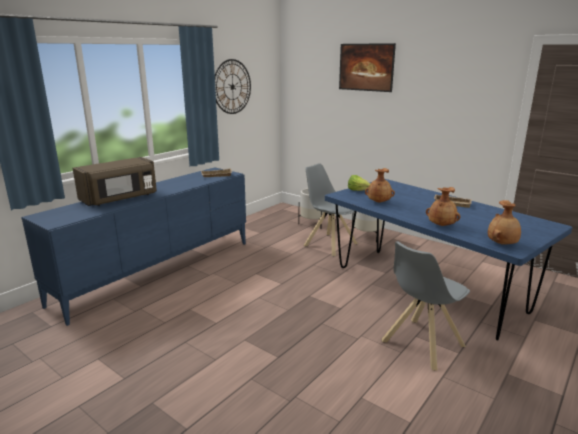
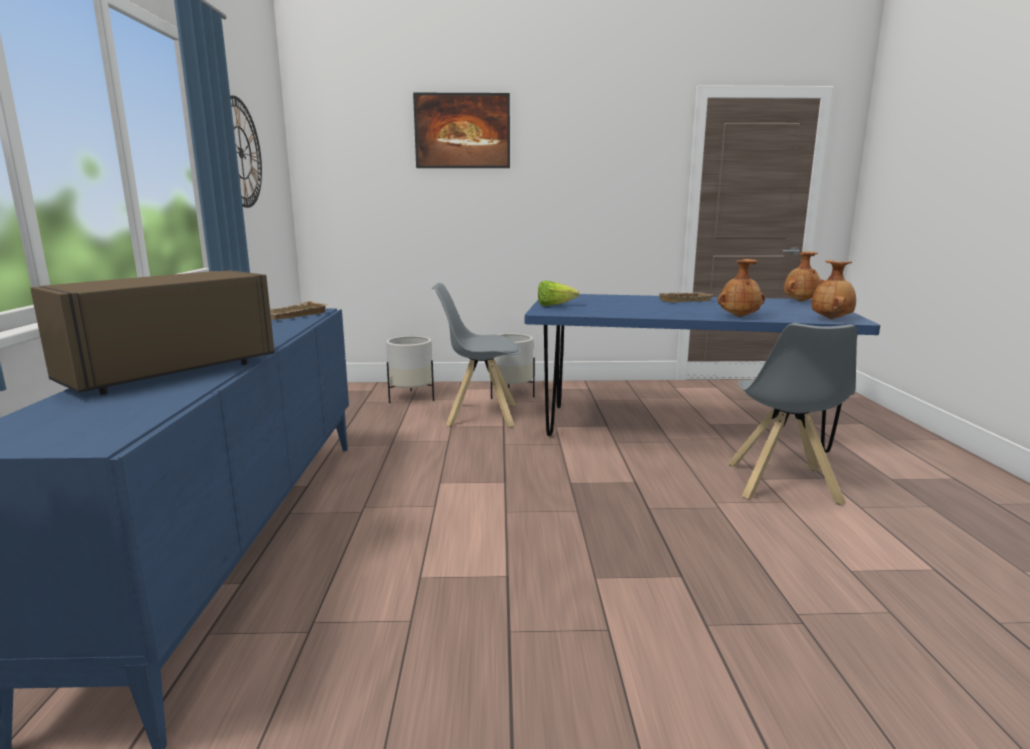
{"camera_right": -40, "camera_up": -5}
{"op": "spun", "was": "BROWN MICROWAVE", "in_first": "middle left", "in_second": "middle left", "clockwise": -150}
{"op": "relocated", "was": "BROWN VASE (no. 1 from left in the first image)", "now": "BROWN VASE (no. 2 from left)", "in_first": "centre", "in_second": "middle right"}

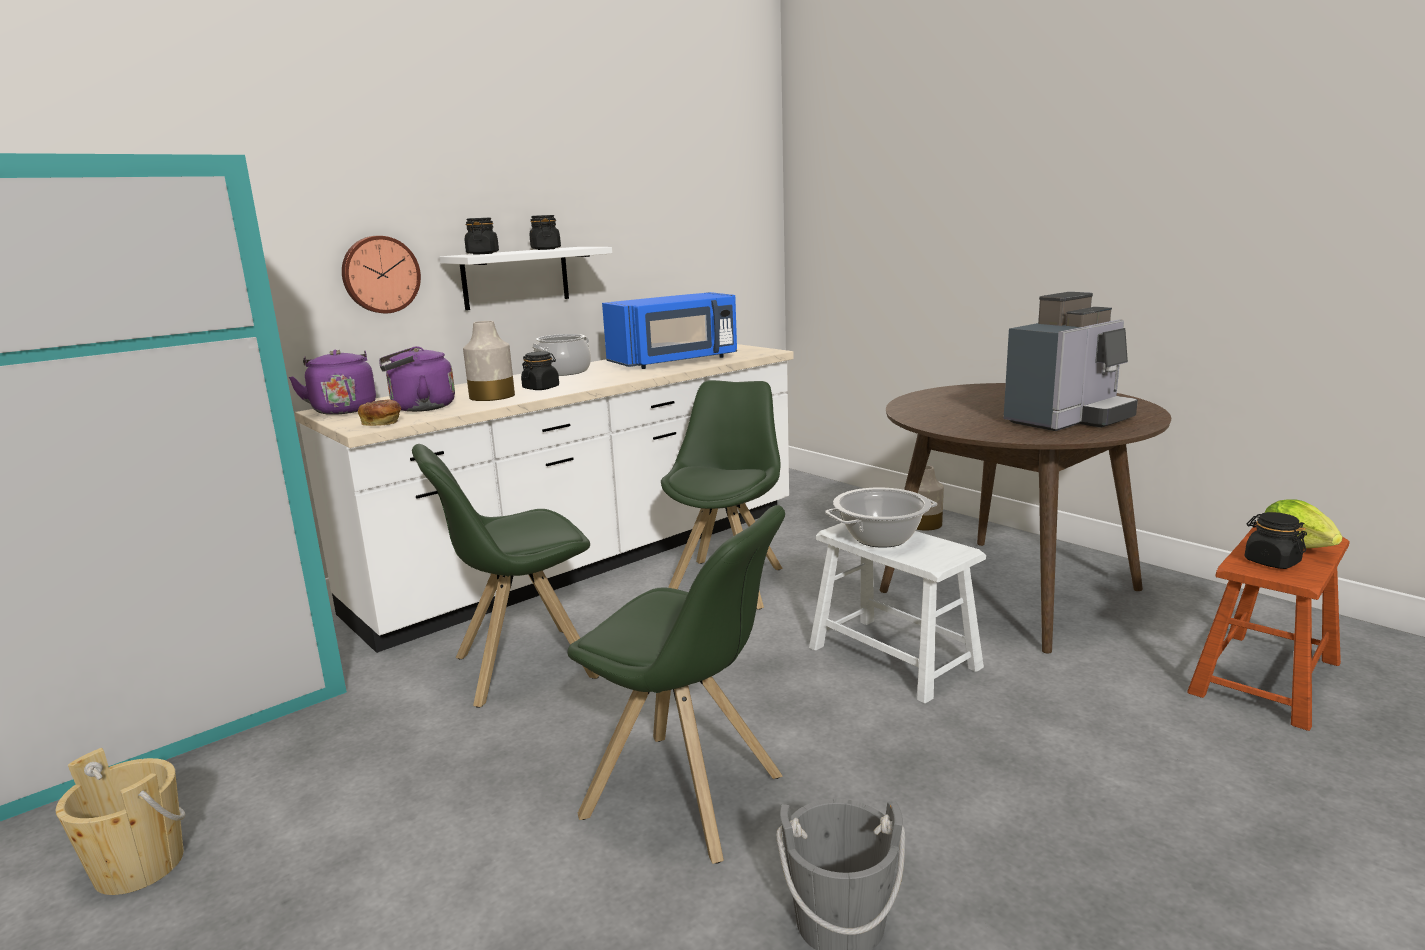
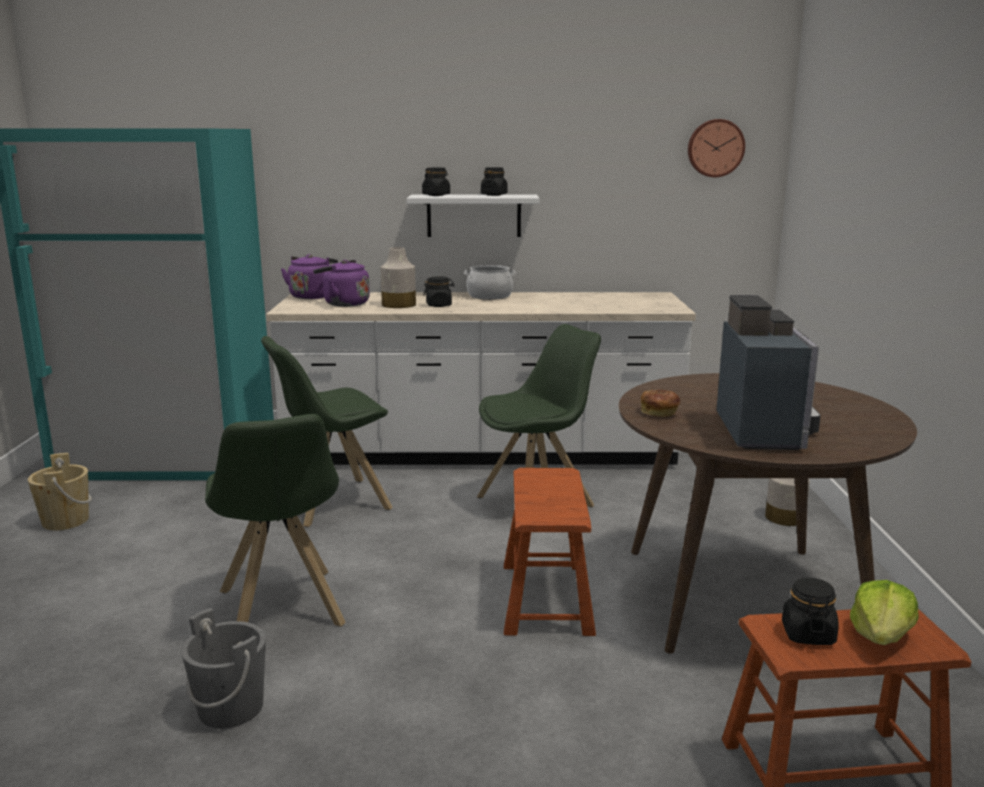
{"camera_right": 40, "camera_up": 0}
{"op": "relocated", "was": "WALL CLOCK", "in_first": "top left", "in_second": "top right"}
{"op": "missing", "was": "BLUE MICROWAVE", "in_first": "centre"}
{"op": "spun", "was": "COFFEE MACHINE", "in_first": "middle right", "in_second": "middle right", "clockwise": -90}
{"op": "relocated", "was": "BREAD", "in_first": "middle left", "in_second": "middle right"}
{"op": "spun", "was": "GREEN CHAIR (no. 1 from left in the first image)", "in_first": "centre", "in_second": "middle left", "clockwise": -45}
{"op": "missing", "was": "COOKING POT (no. 2 from left)", "in_first": "centre"}
{"op": "colour", "was": "WHITE STOOL", "now": "BROWN STOOL (no. 1 from left)", "in_first": "centre", "in_second": "bottom centre"}

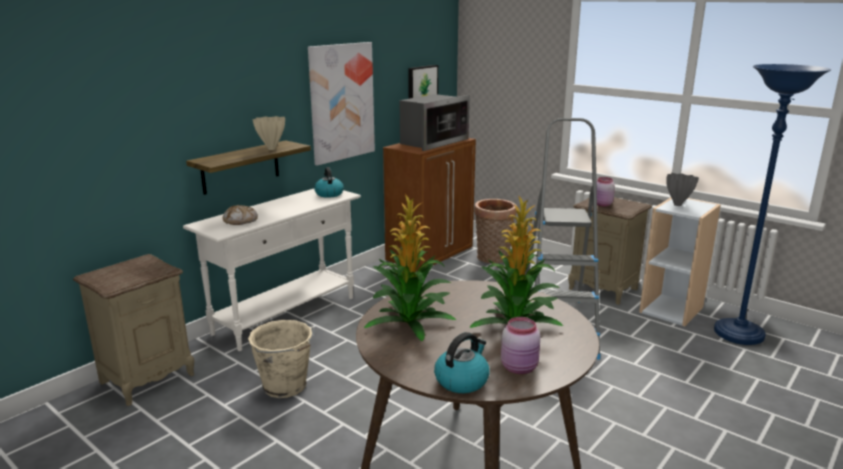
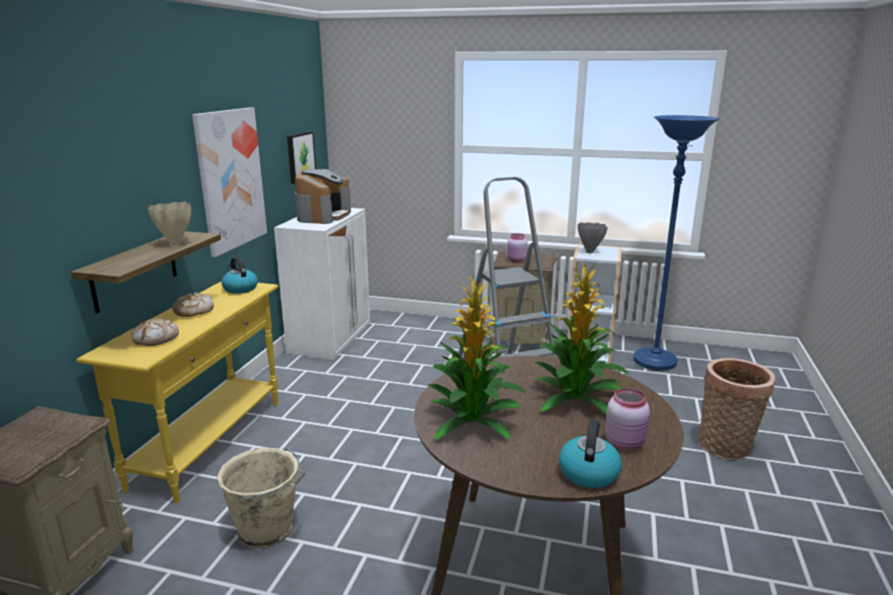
{"camera_right": -25, "camera_up": 0}
{"op": "exchanged", "was": "MICROWAVE", "now": "COFFEE MACHINE", "in_first": "top centre", "in_second": "top centre"}
{"op": "colour", "was": "BROWN CABINET", "now": "WHITE CABINET", "in_first": "centre", "in_second": "centre"}
{"op": "colour", "was": "WHITE CONSOLE TABLE", "now": "YELLOW CONSOLE TABLE", "in_first": "middle left", "in_second": "middle left"}
{"op": "relocated", "was": "BASKET", "in_first": "centre", "in_second": "bottom right"}
{"op": "appeared", "now": "BREAD (no. 2 from left)", "in_second": "middle left"}

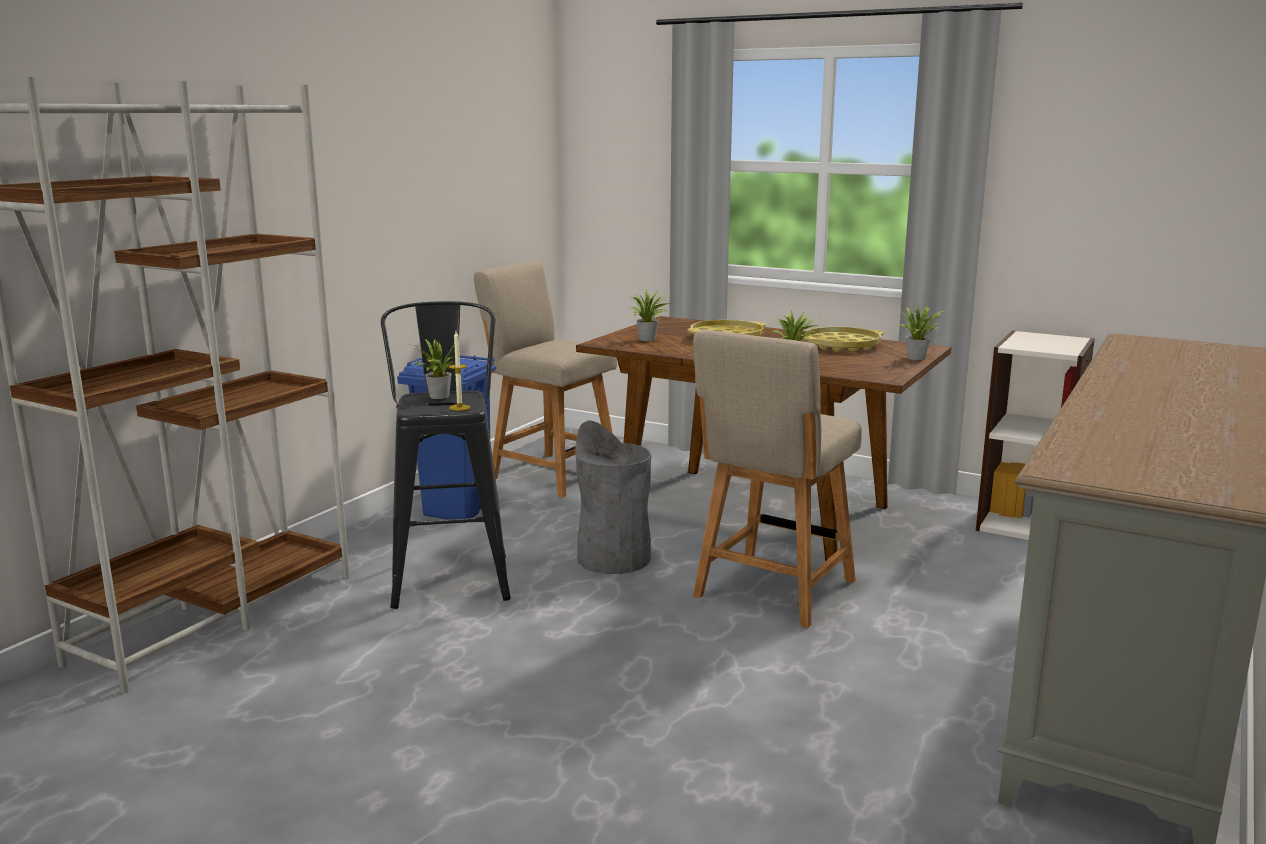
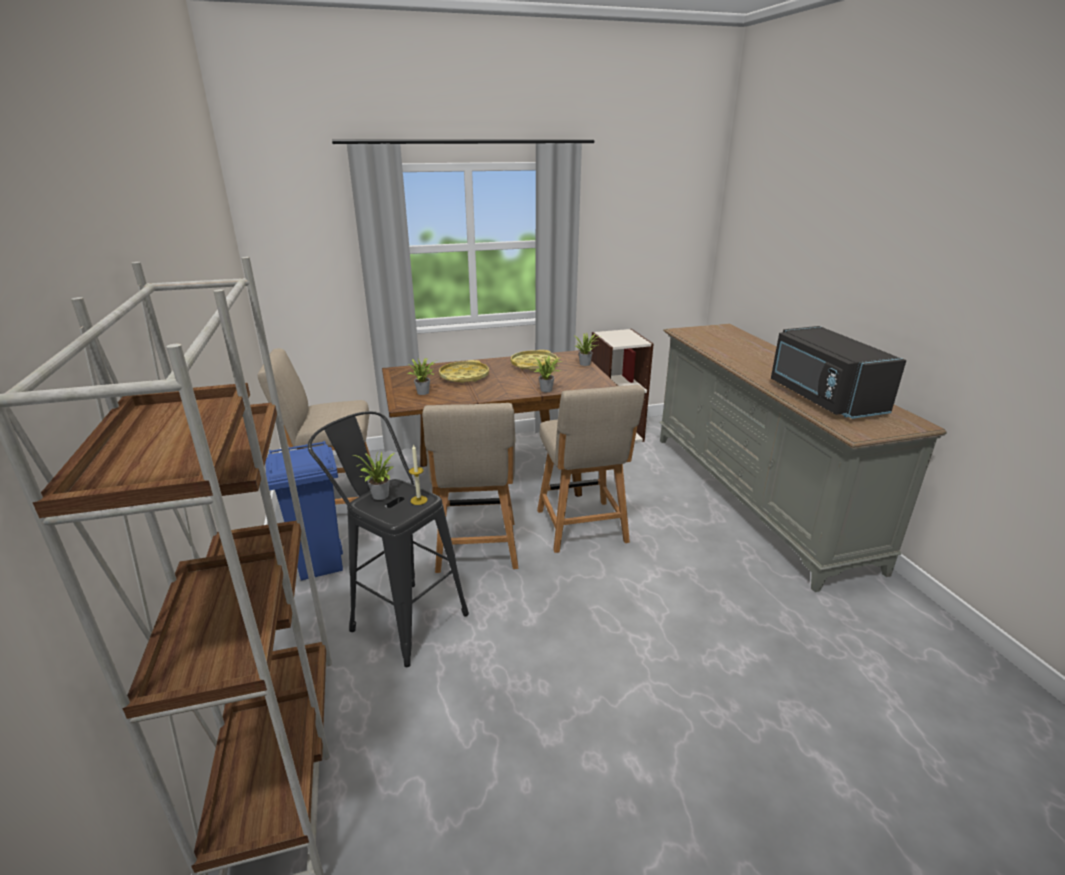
{"camera_right": -45, "camera_up": 10}
{"op": "exchanged", "was": "GREY TRASH CAN", "now": "BEIGE CHAIR (no. 2 from left)", "in_first": "centre", "in_second": "centre"}
{"op": "appeared", "now": "BLACK MICROWAVE", "in_second": "middle right"}

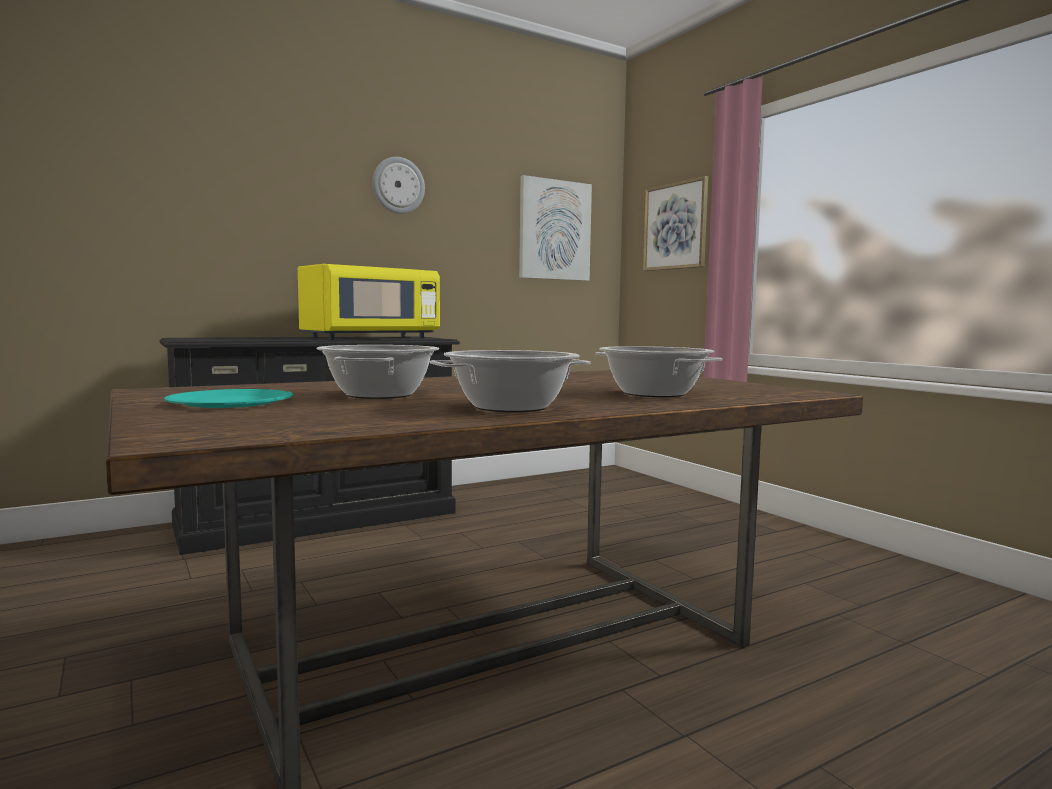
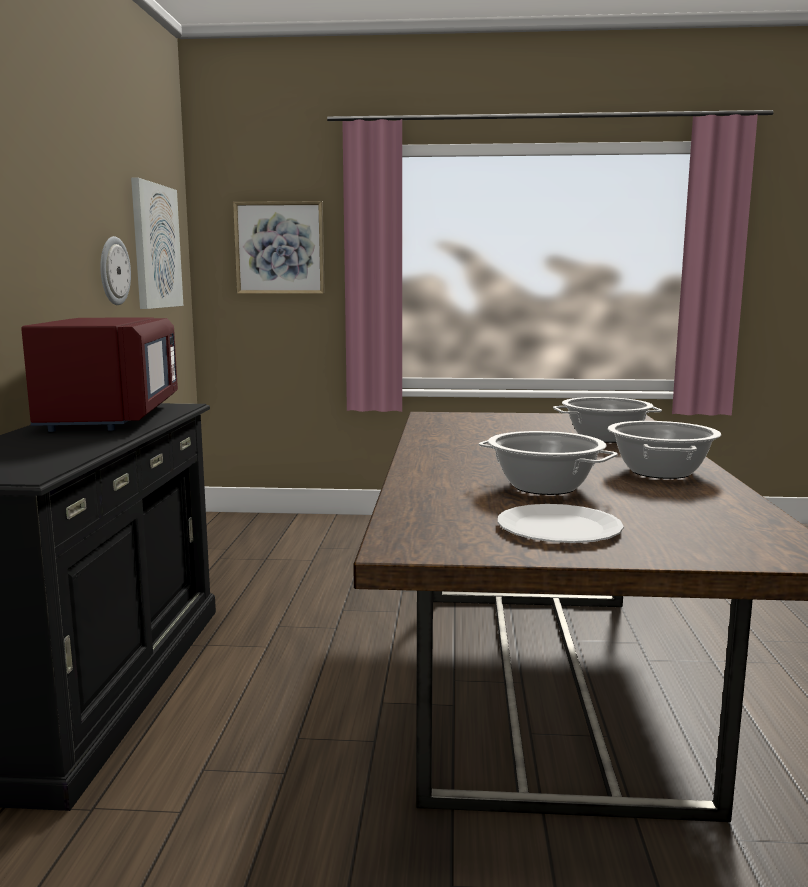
{"camera_right": -55, "camera_up": 5}
{"op": "relocated", "was": "WALL CLOCK", "in_first": "top centre", "in_second": "top left"}
{"op": "colour", "was": "YELLOW MICROWAVE", "now": "RED MICROWAVE", "in_first": "centre", "in_second": "middle left"}
{"op": "colour", "was": "TURQUOISE PLATE", "now": "WHITE PLATE", "in_first": "middle left", "in_second": "middle right"}

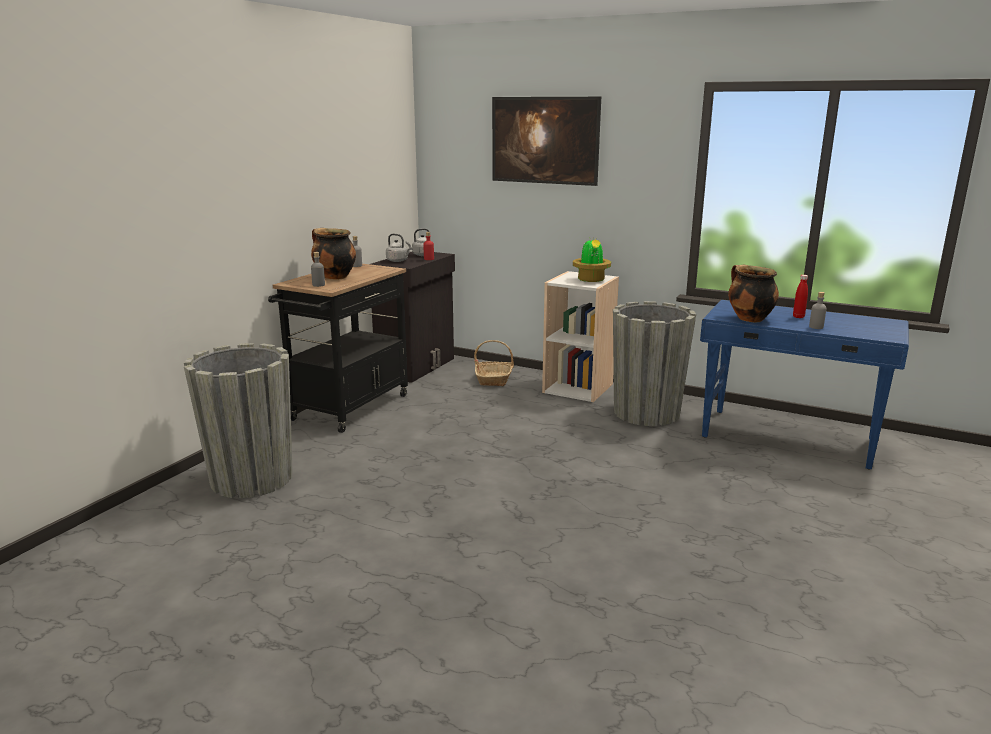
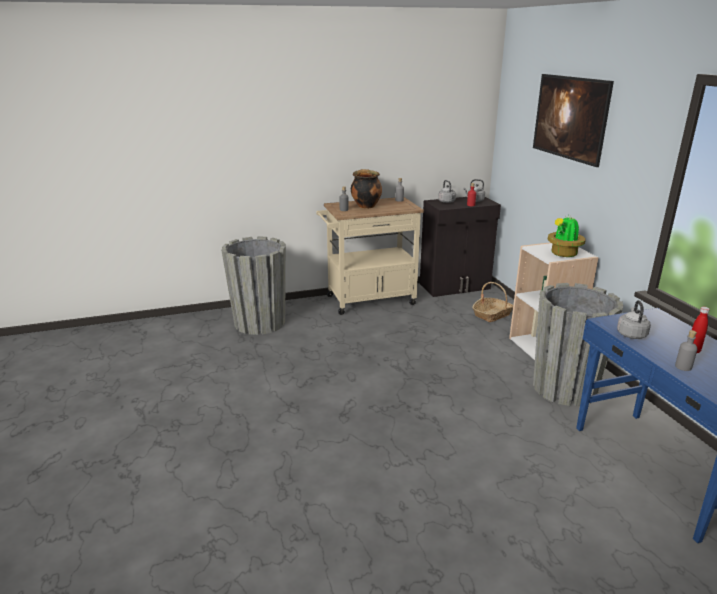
{"camera_right": 45, "camera_up": 5}
{"op": "colour", "was": "BLACK CART", "now": "BEIGE CART", "in_first": "centre", "in_second": "centre"}
{"op": "exchanged", "was": "COOKING POT (no. 2 from left)", "now": "GREY KETTLE (no. 3 from left)", "in_first": "middle right", "in_second": "middle right"}

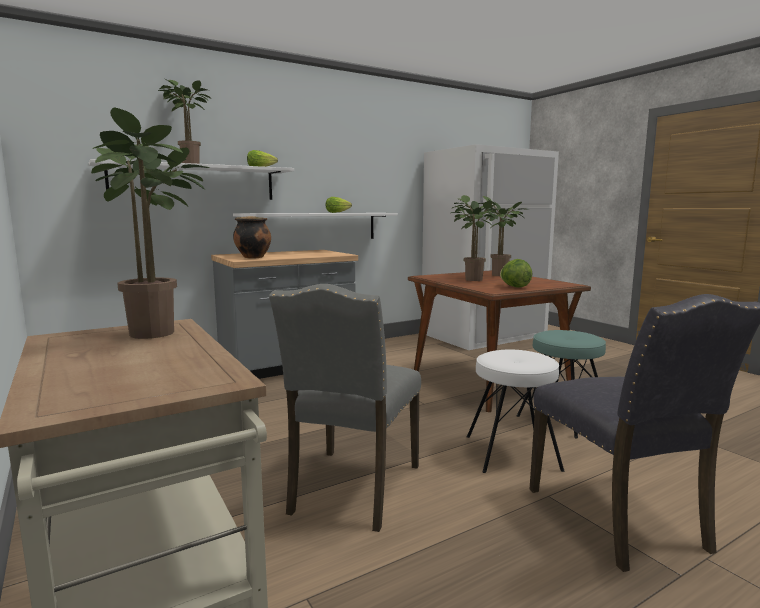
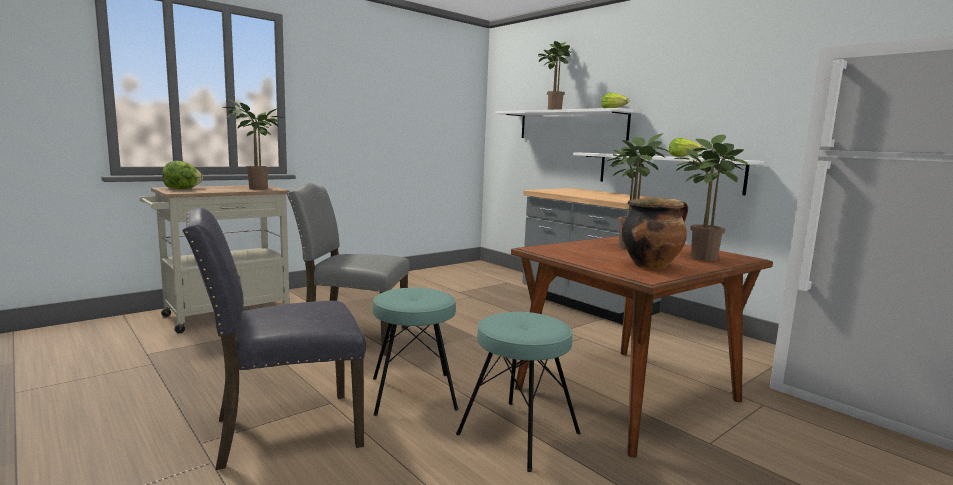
{"camera_right": 80, "camera_up": 0}
{"op": "relocated", "was": "COOKING POT", "in_first": "middle left", "in_second": "middle right"}
{"op": "relocated", "was": "LETTUCE (no. 3 from left in the first image)", "now": "LETTUCE (no. 1 from left)", "in_first": "middle right", "in_second": "middle left"}
{"op": "colour", "was": "WHITE STOOL", "now": "TURQUOISE STOOL (no. 1 from left)", "in_first": "bottom right", "in_second": "bottom centre"}

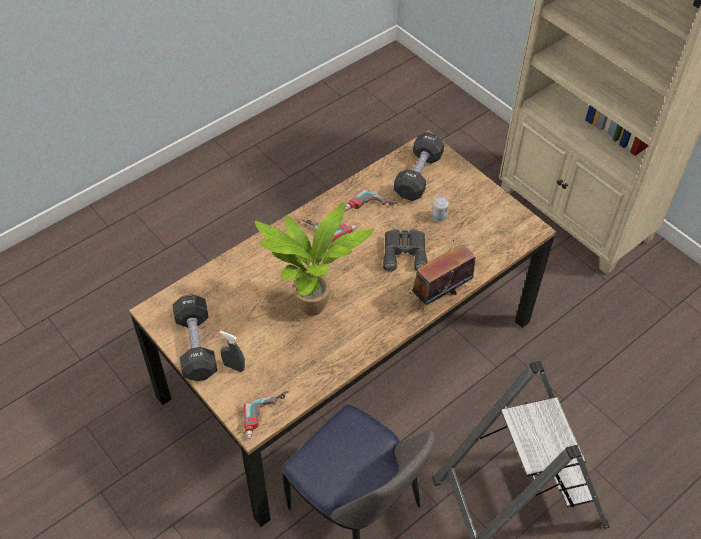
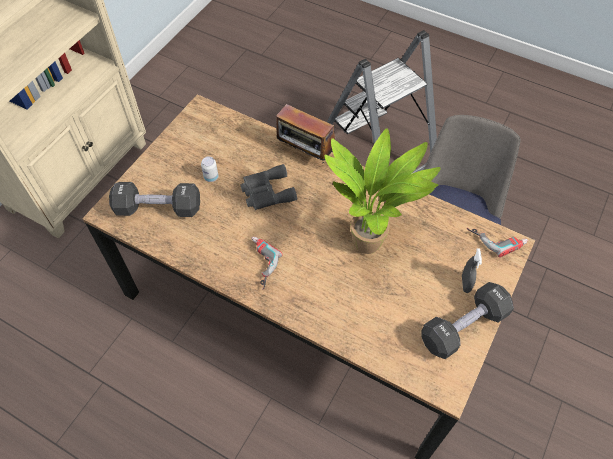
{"camera_right": -110, "camera_up": 5}
{"op": "missing", "was": "POWER DRILL (no. 3 from left)", "in_first": "centre"}

